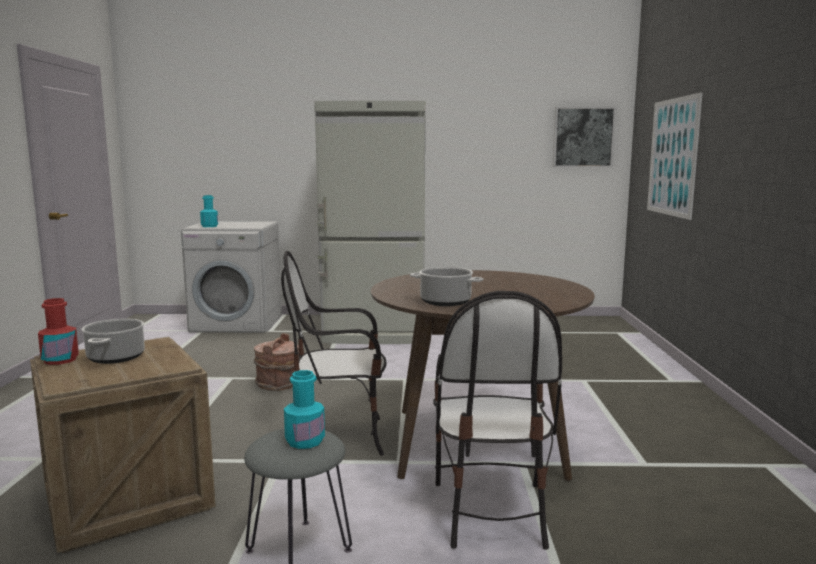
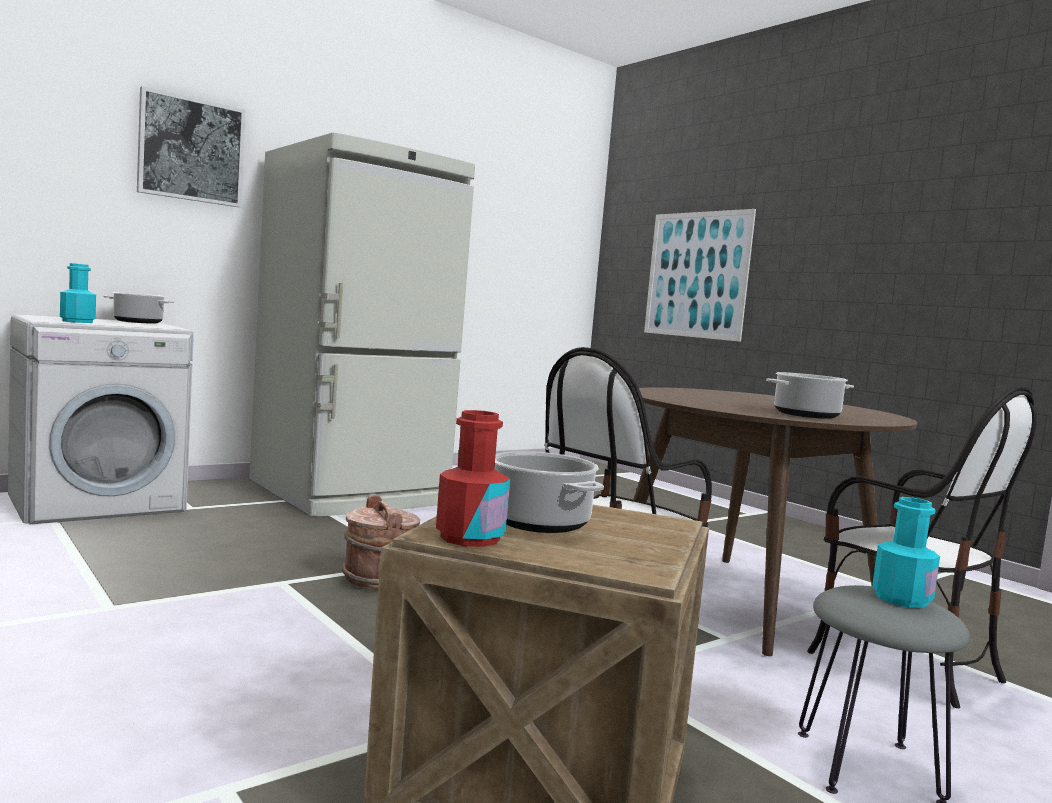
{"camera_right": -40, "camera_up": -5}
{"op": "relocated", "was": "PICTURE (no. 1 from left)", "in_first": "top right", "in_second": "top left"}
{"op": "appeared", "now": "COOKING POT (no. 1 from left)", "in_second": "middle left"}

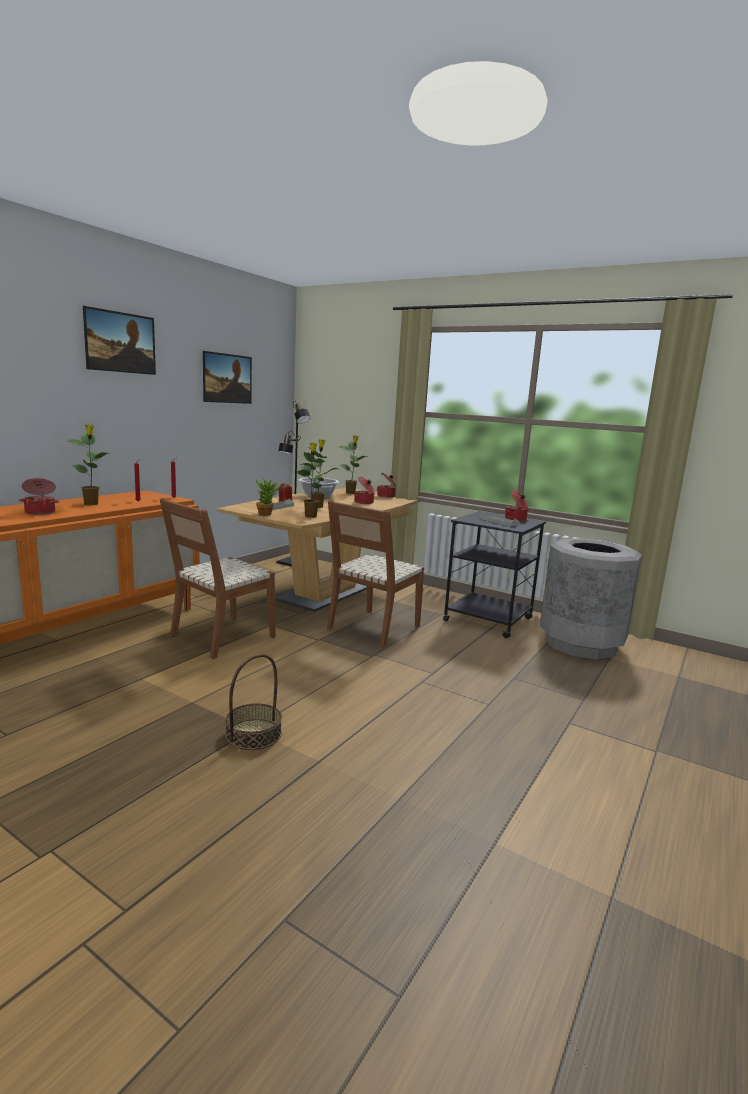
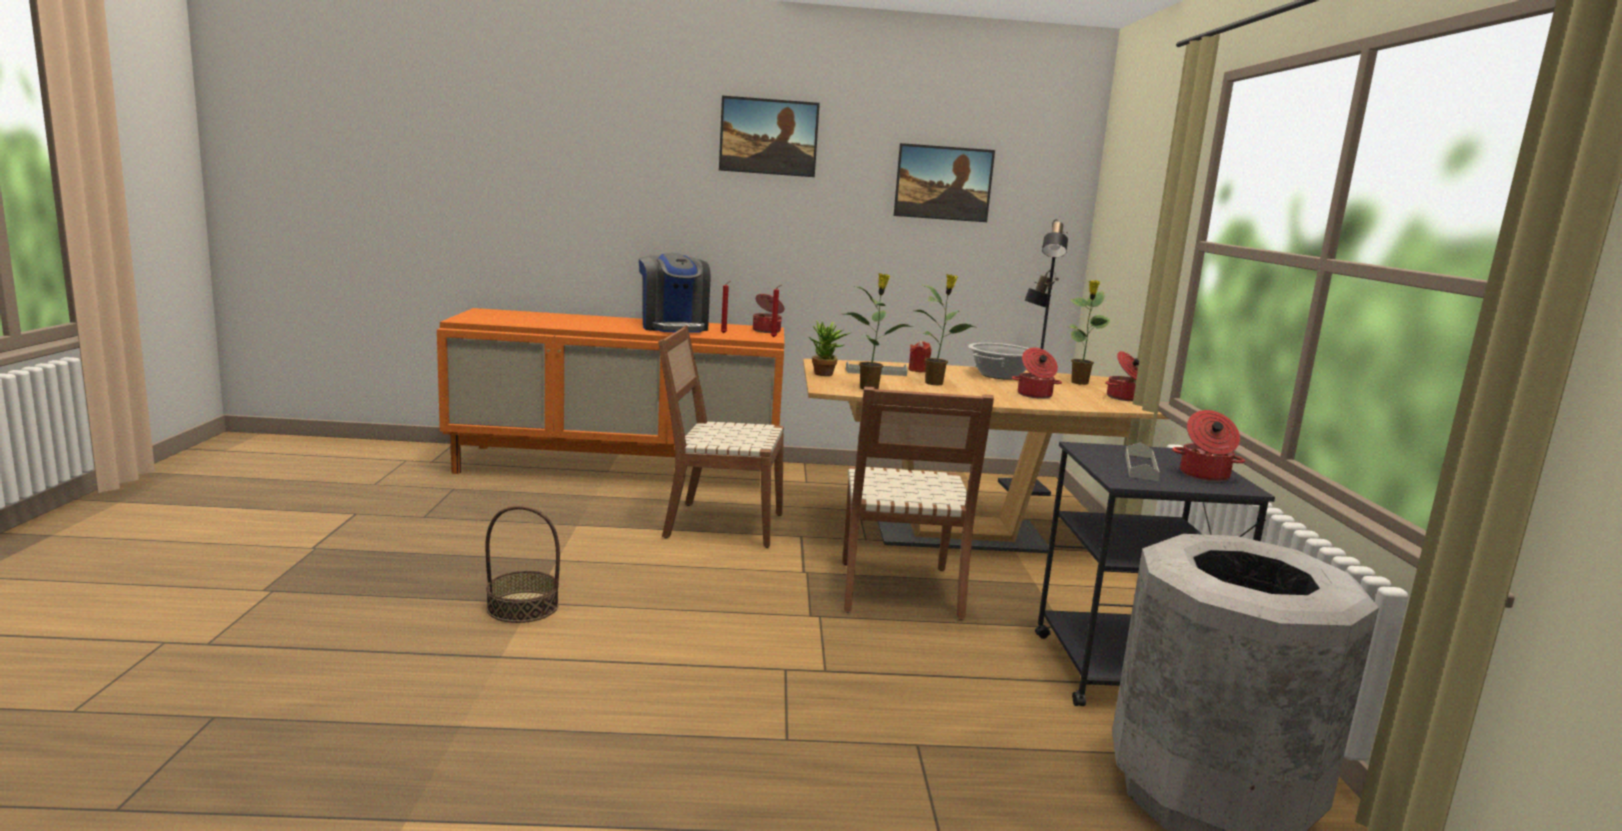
{"camera_right": 55, "camera_up": 0}
{"op": "exchanged", "was": "POTTED PLANT (no. 1 from left)", "now": "COFFEE MACHINE", "in_first": "middle left", "in_second": "centre"}
{"op": "relocated", "was": "COOKING POT (no. 1 from left)", "in_first": "middle left", "in_second": "centre"}
{"op": "spun", "was": "CHAIR (no. 2 from left)", "in_first": "centre", "in_second": "centre", "clockwise": -90}

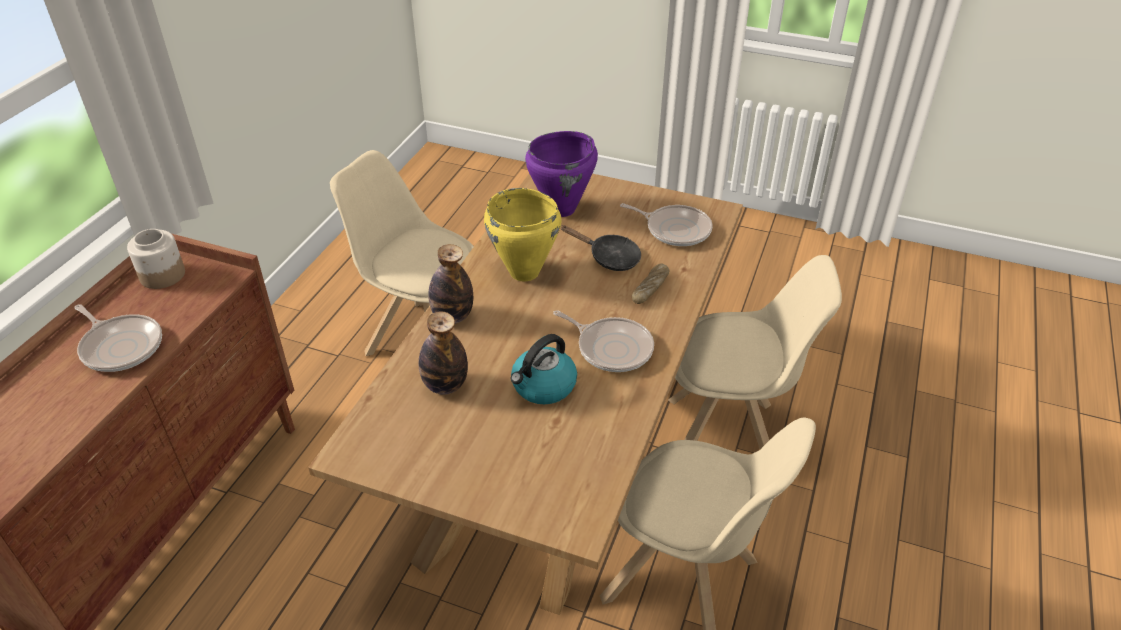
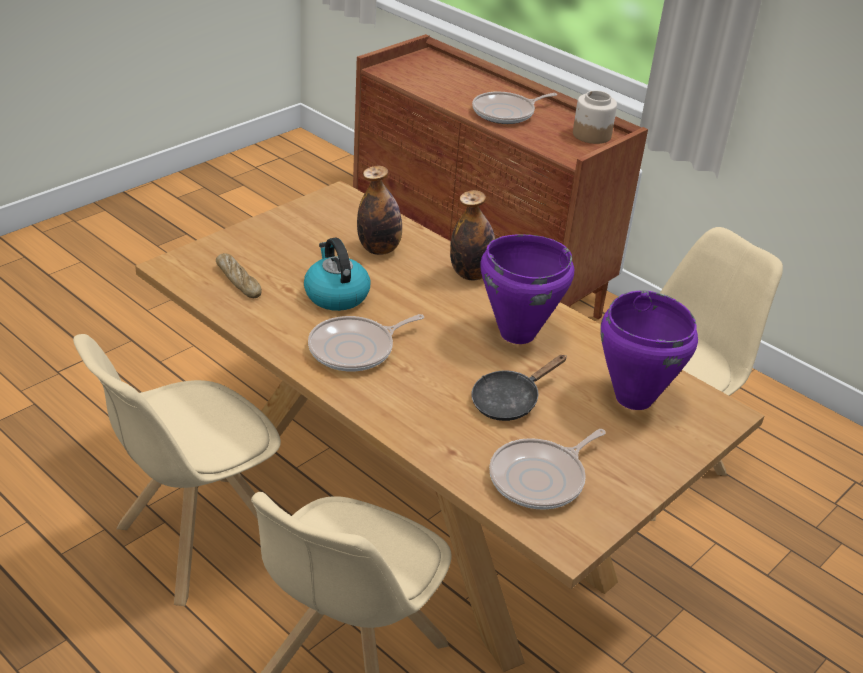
{"camera_right": 110, "camera_up": -5}
{"op": "colour", "was": "YELLOW COOKING POT", "now": "PURPLE COOKING POT (no. 1 from left)", "in_first": "centre", "in_second": "centre"}
{"op": "relocated", "was": "BREAD", "in_first": "centre", "in_second": "middle left"}

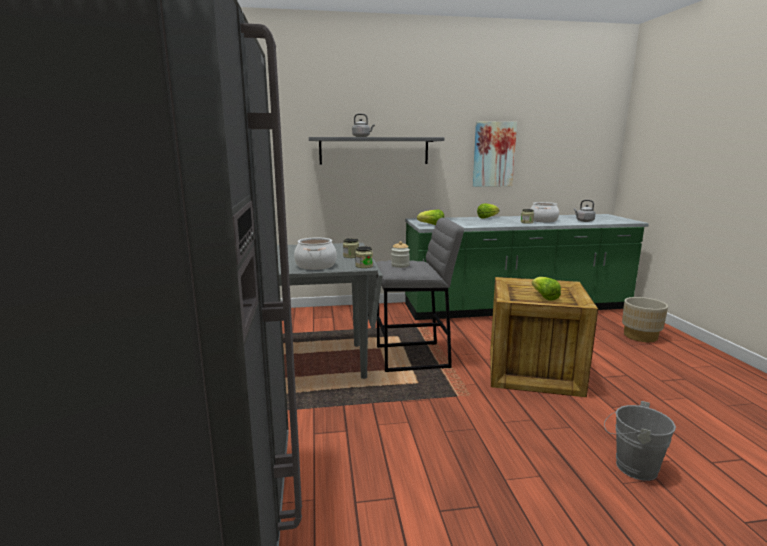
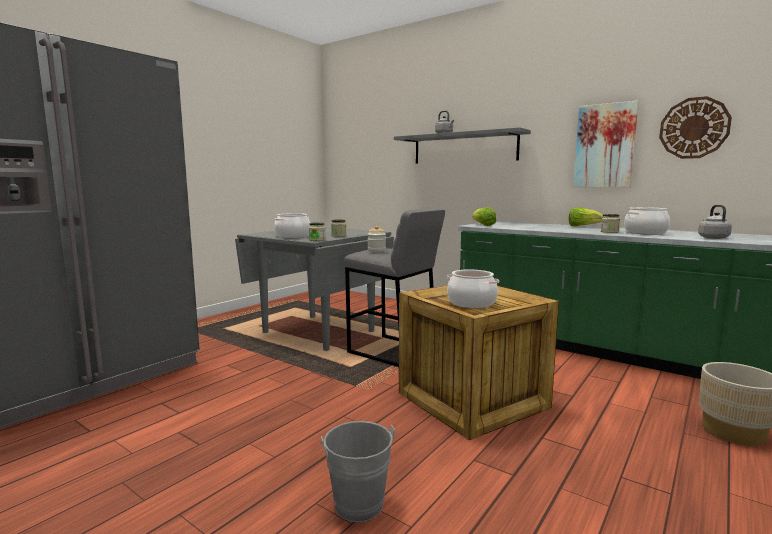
{"camera_right": 45, "camera_up": -5}
{"op": "exchanged", "was": "LETTUCE (no. 3 from left)", "now": "COOKING POT (no. 2 from left)", "in_first": "middle right", "in_second": "centre"}
{"op": "appeared", "now": "WALL CLOCK", "in_second": "top right"}

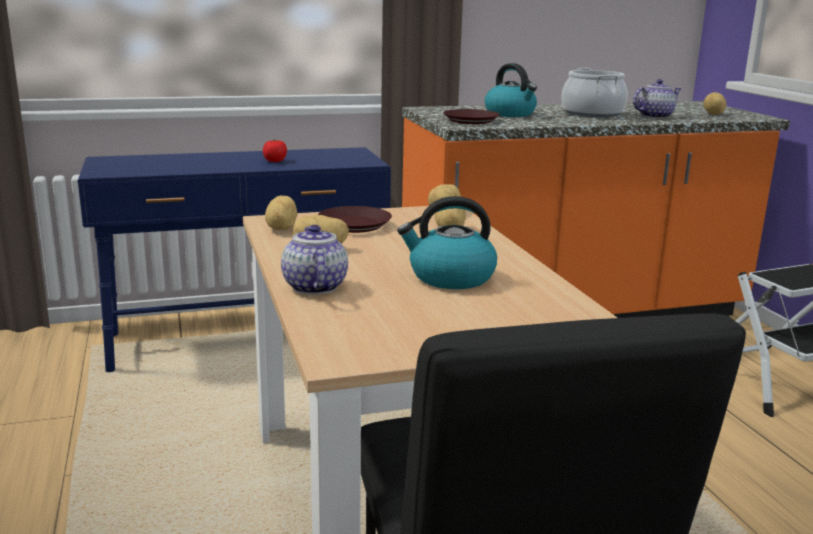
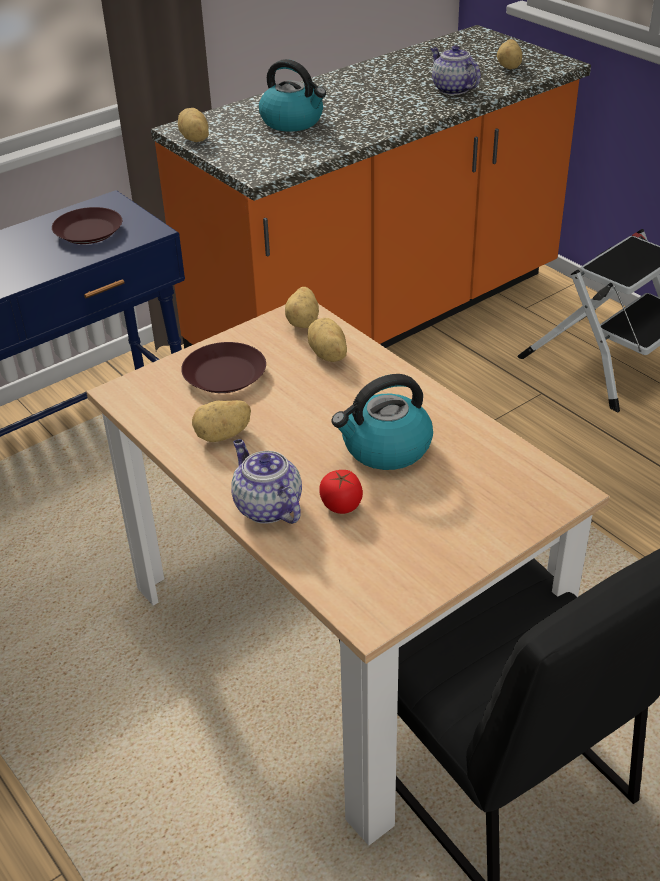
{"camera_right": -20, "camera_up": 20}
{"op": "missing", "was": "COOKING POT", "in_first": "top right"}
{"op": "spun", "was": "TEAPOT (no. 2 from left)", "in_first": "top right", "in_second": "top right", "clockwise": -75}
{"op": "relocated", "was": "BROWN PLATE (no. 2 from left in the first image)", "now": "BROWN PLATE (no. 1 from left)", "in_first": "top centre", "in_second": "top left"}
{"op": "relocated", "was": "TOMATO", "in_first": "top centre", "in_second": "centre"}
{"op": "relocated", "was": "POTATO (no. 1 from left)", "in_first": "centre", "in_second": "top left"}

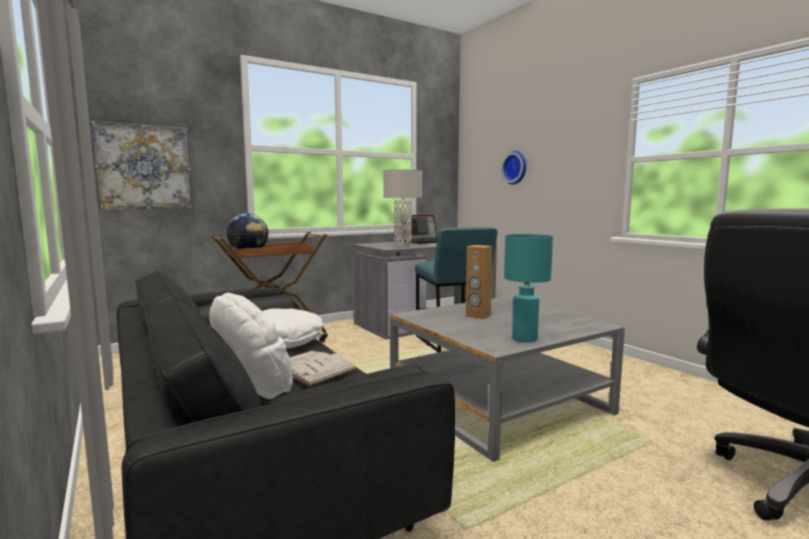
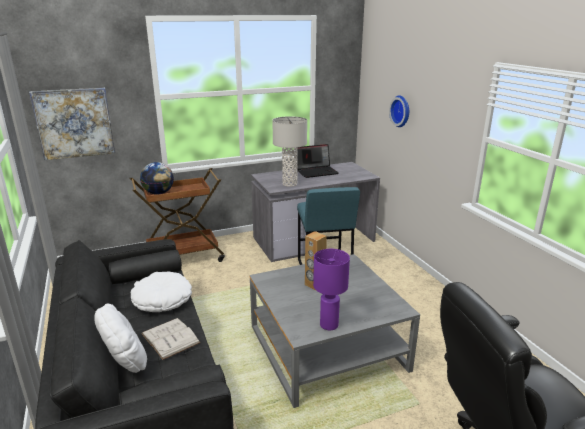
{"camera_right": 10, "camera_up": 15}
{"op": "colour", "was": "TURQUOISE TABLE LAMP", "now": "PURPLE TABLE LAMP", "in_first": "centre", "in_second": "bottom centre"}

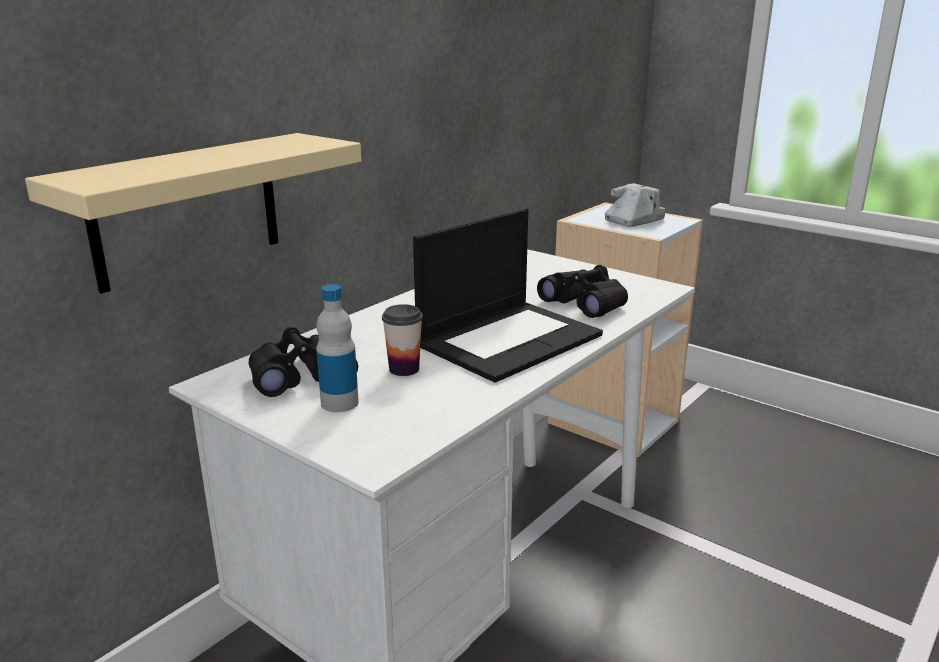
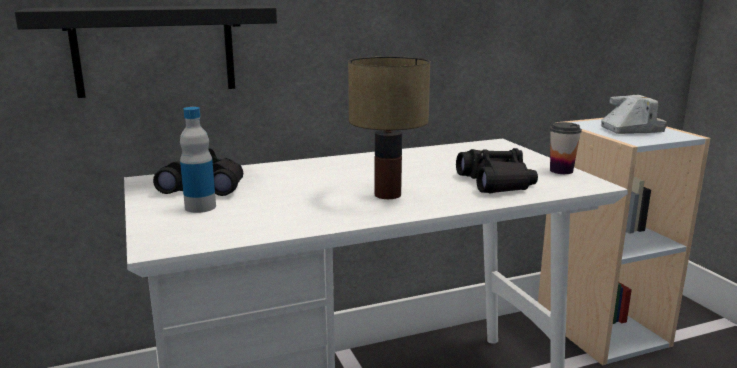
{"camera_right": 30, "camera_up": -5}
{"op": "colour", "was": "BEIGE SHELF", "now": "BLACK SHELF", "in_first": "top left", "in_second": "top left"}
{"op": "exchanged", "was": "LAPTOP", "now": "TABLE LAMP", "in_first": "centre", "in_second": "centre"}
{"op": "relocated", "was": "CUP", "in_first": "centre", "in_second": "middle right"}

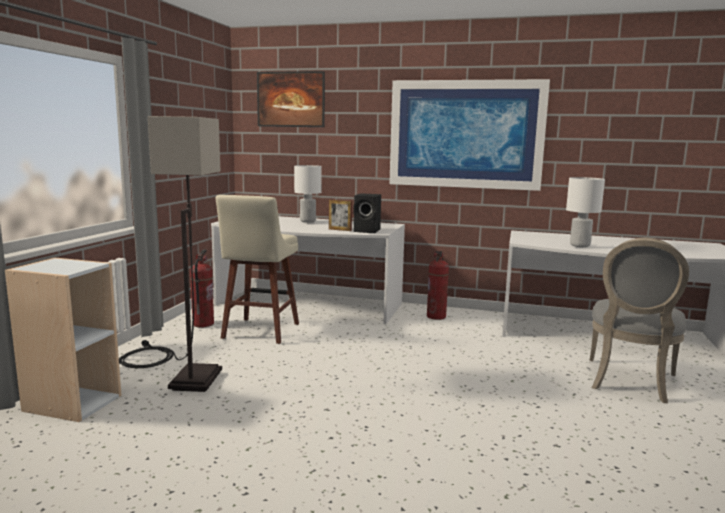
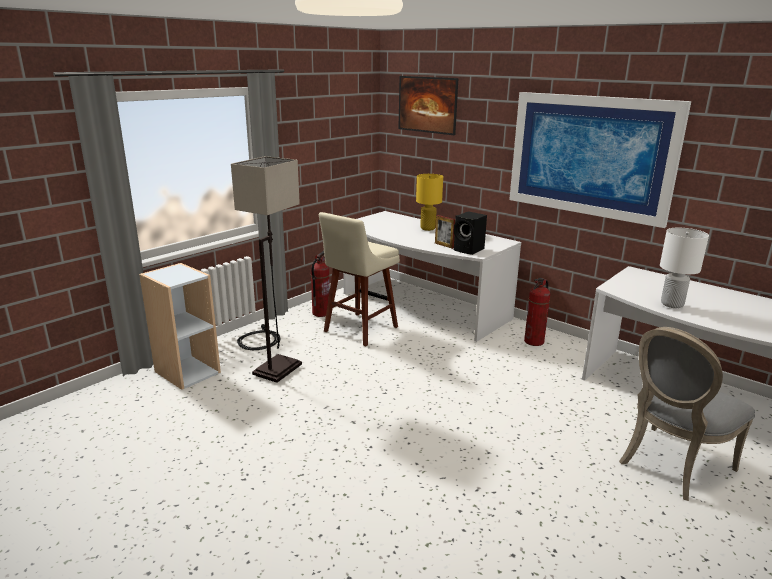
{"camera_right": 25, "camera_up": 10}
{"op": "colour", "was": "WHITE TABLE LAMP (no. 1 from left)", "now": "YELLOW TABLE LAMP", "in_first": "centre", "in_second": "centre"}

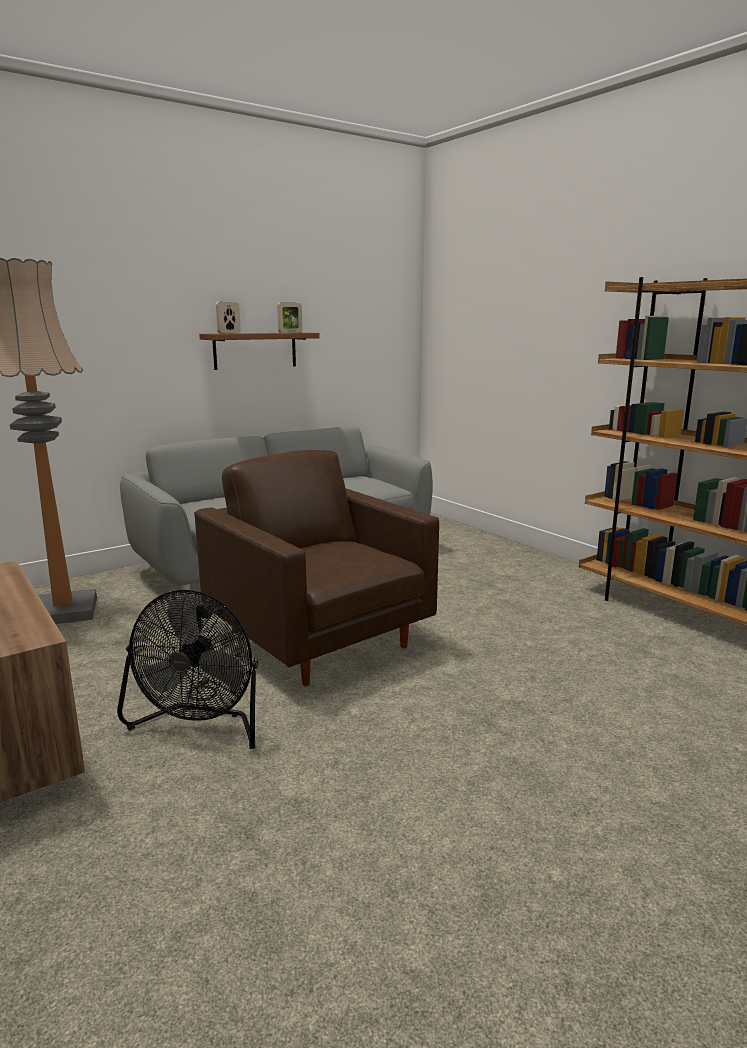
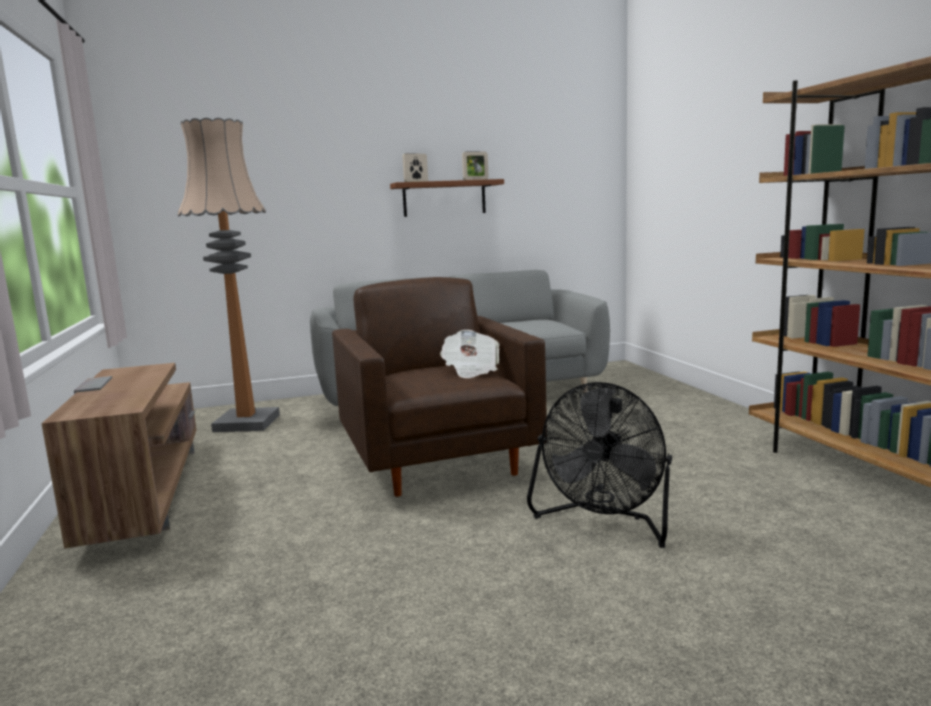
{"camera_right": 20, "camera_up": -5}
{"op": "relocated", "was": "BLACK FAN", "in_first": "middle left", "in_second": "centre"}
{"op": "appeared", "now": "NEWSPAPER", "in_second": "centre"}

